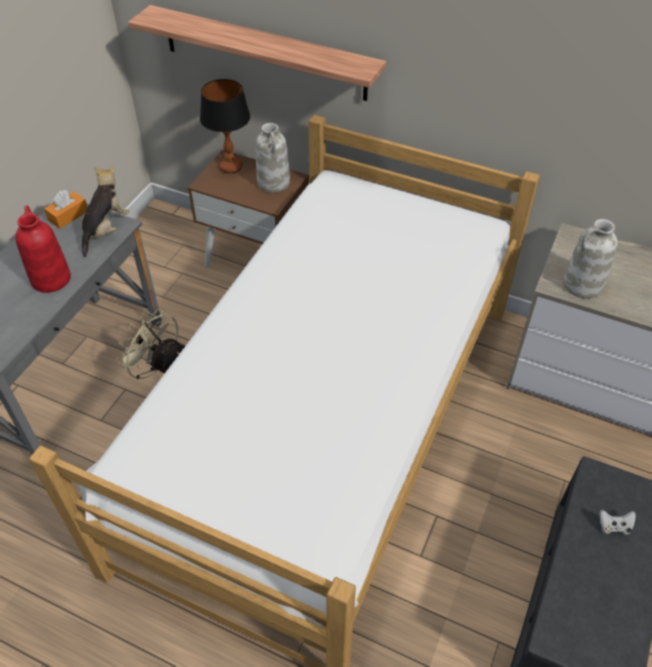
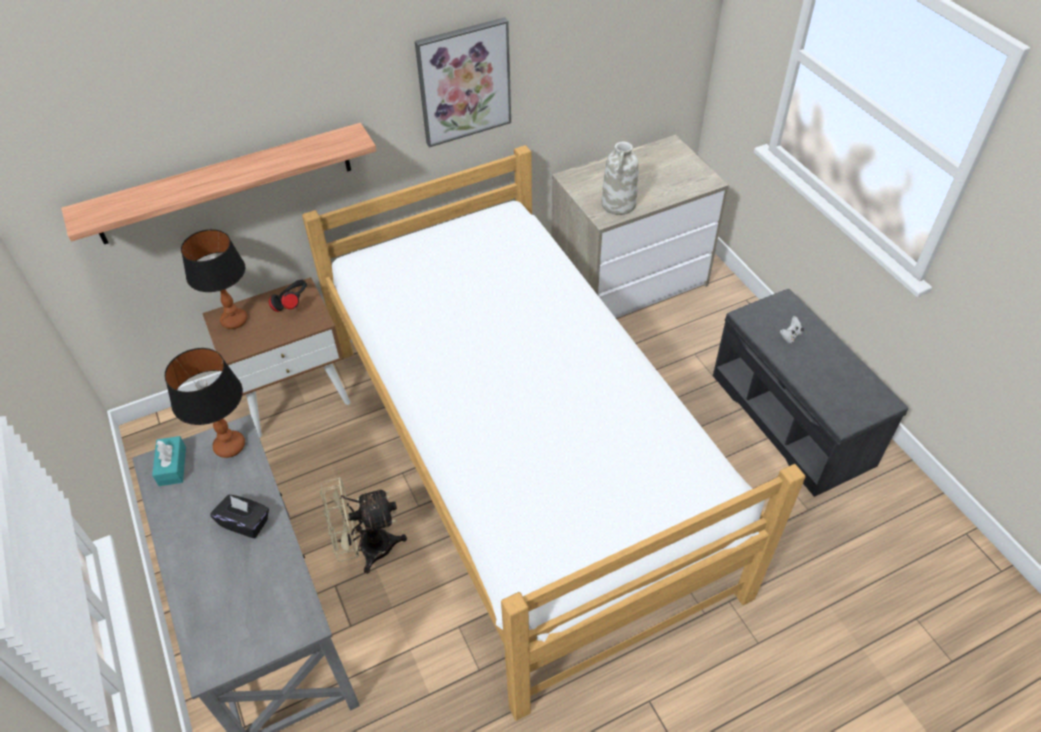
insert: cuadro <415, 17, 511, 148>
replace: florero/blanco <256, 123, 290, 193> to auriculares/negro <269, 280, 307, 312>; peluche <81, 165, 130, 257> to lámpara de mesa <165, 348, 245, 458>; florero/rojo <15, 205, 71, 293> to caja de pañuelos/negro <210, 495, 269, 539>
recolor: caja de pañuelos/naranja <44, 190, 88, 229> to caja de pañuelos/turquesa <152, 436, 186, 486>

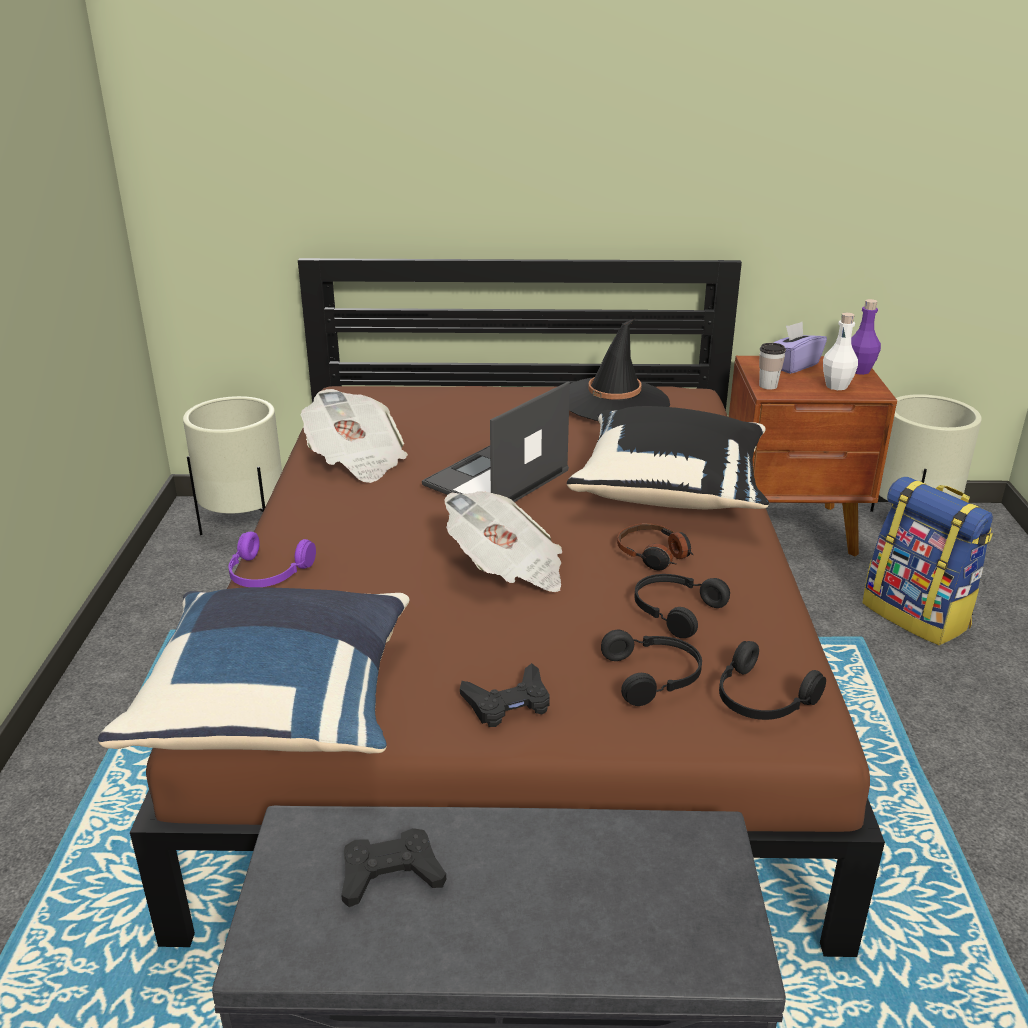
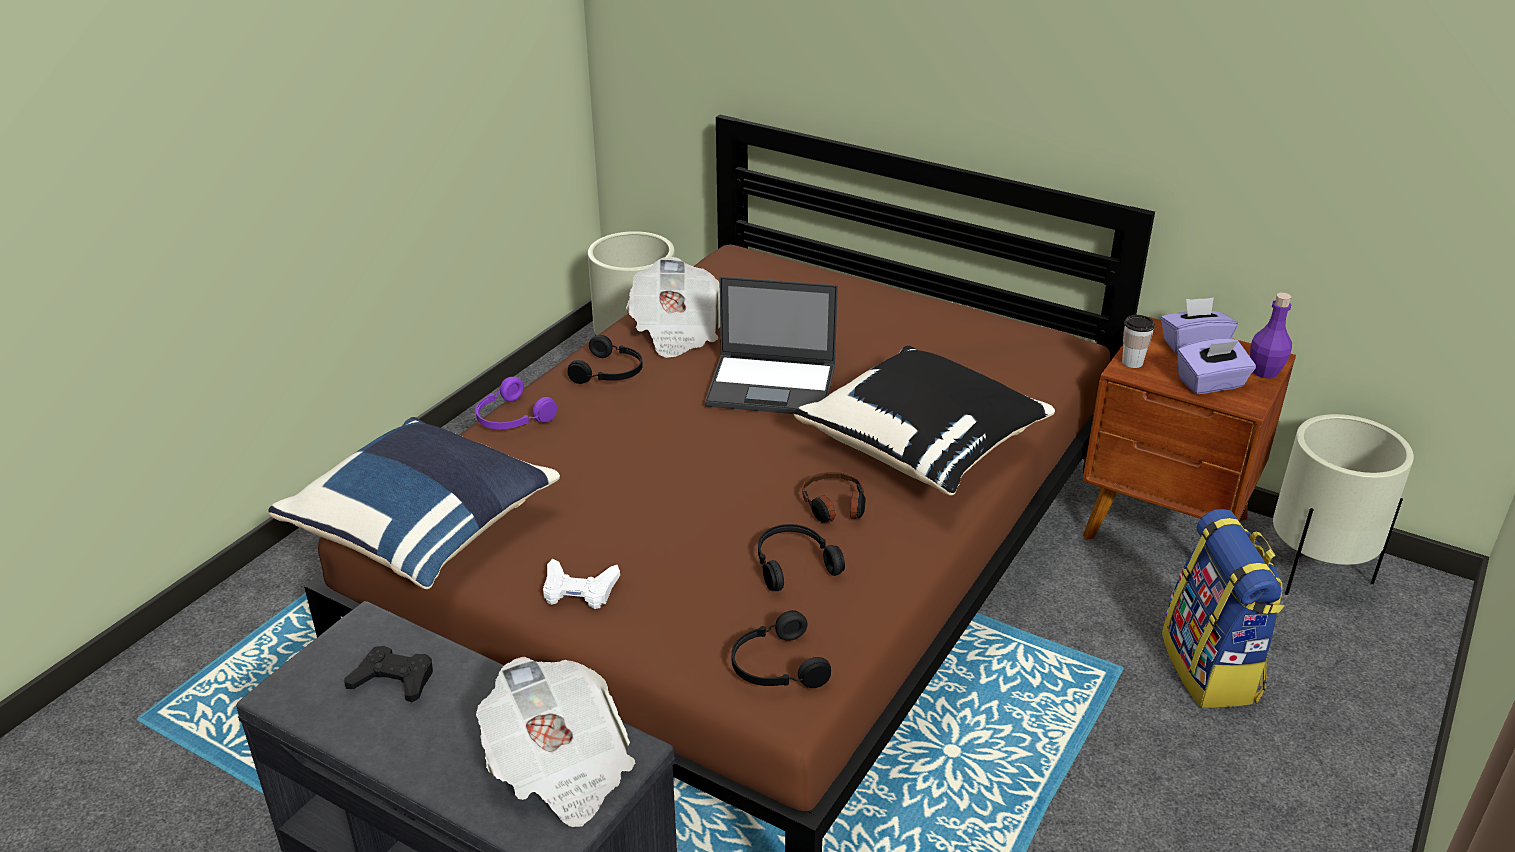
delete: sombrero/negro <569, 318, 670, 421>
move: periódico <444, 491, 562, 592> to <476, 657, 635, 827>; auriculares/negro <601, 630, 702, 706> to <568, 335, 643, 384>
replace: botella/blanco <823, 313, 858, 390> to caja de pañuelos/morado <1177, 338, 1256, 394>
recolor: mando de consola/negro <460, 663, 550, 727> to mando de consola/blanco <543, 559, 620, 609>
rotate: portátil <422, 382, 570, 502> = <704, 276, 838, 414> 150 degrees counterclockwise

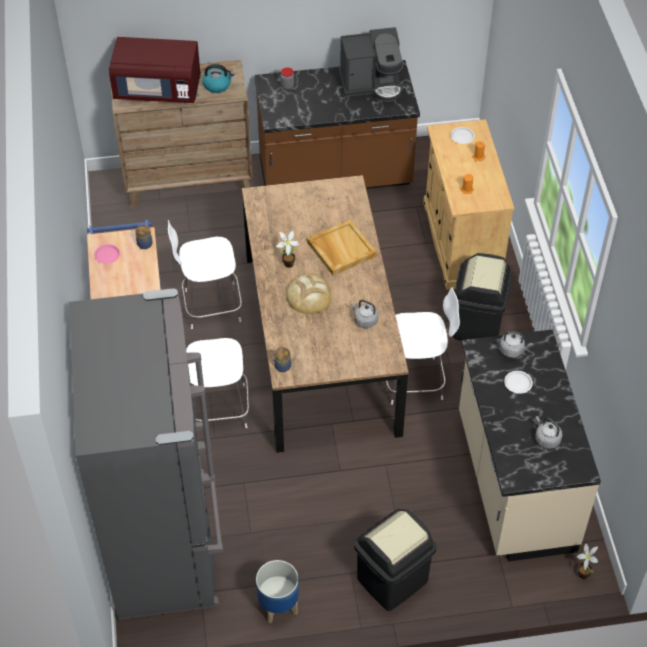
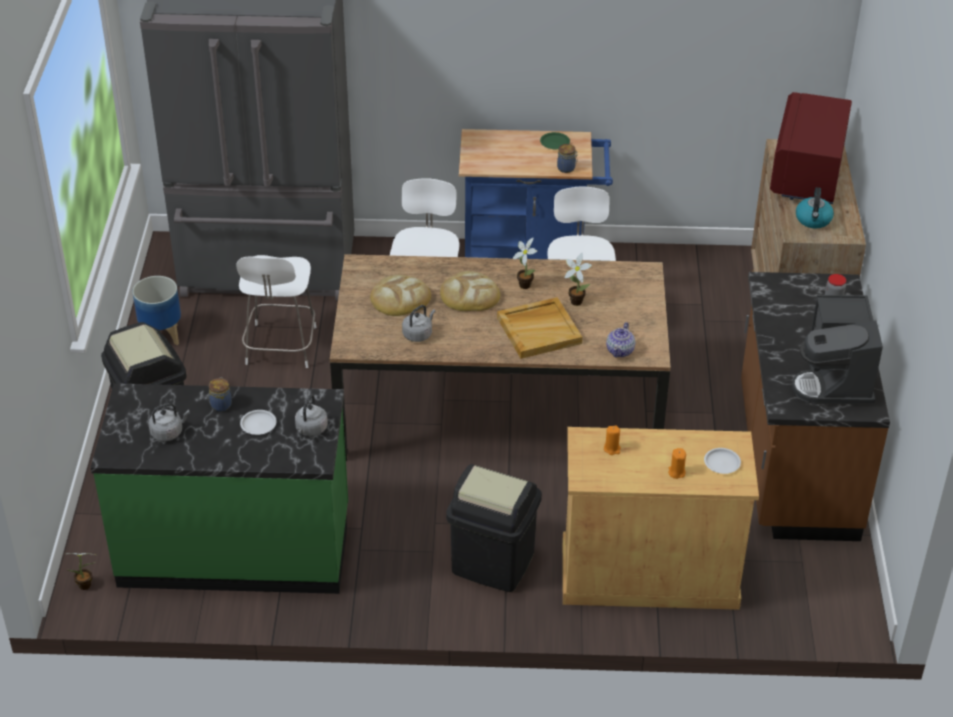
insert: planta en maceta <565, 253, 592, 306>; pan <370, 275, 431, 316>; tetera <606, 322, 635, 358>
move: silla/blanco <386, 287, 460, 405> to <236, 255, 317, 368>; tarro <273, 347, 291, 372> to <209, 378, 232, 412>
recolor: plato/rosa <94, 244, 120, 264> to plato/verde <540, 132, 570, 149>; mueble bajo de cocina/beis <459, 329, 601, 561> to mueble bajo de cocina/verde <90, 383, 348, 594>

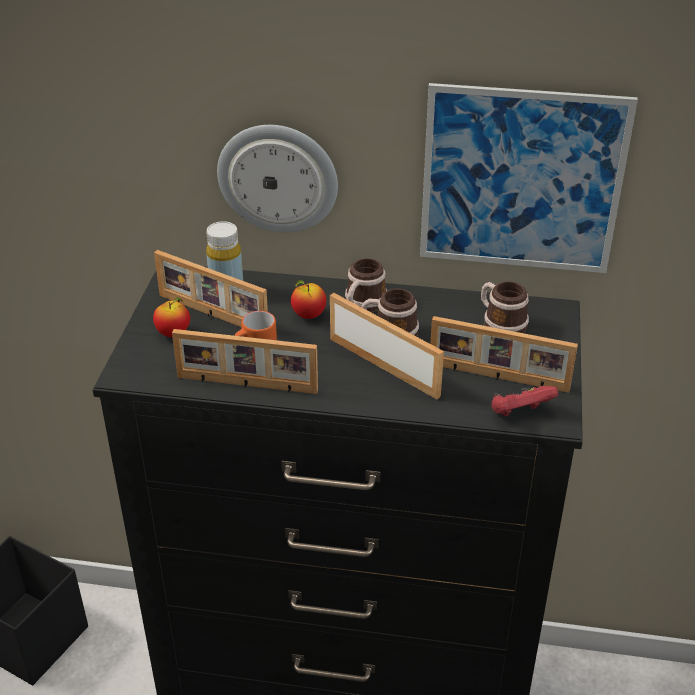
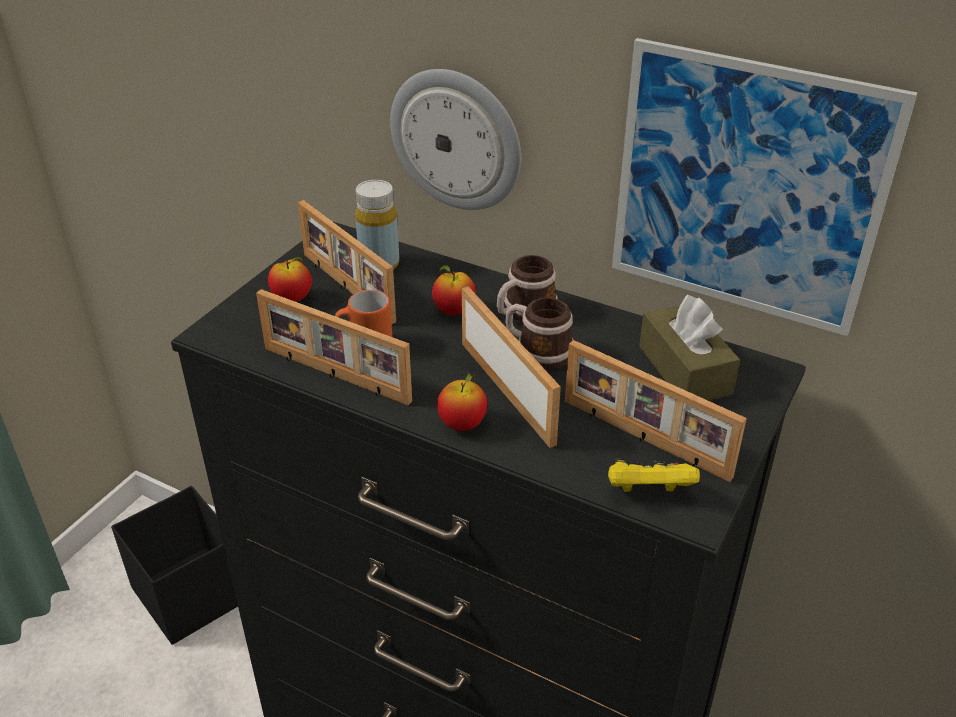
insert: manzana <437, 373, 487, 431>
replace: taza grande <481, 281, 529, 333> to caja de pañuelos/marrón <639, 295, 740, 400>
recolor: mando de consola/rojo <491, 386, 558, 417> to mando de consola/amarillo <608, 457, 700, 492>

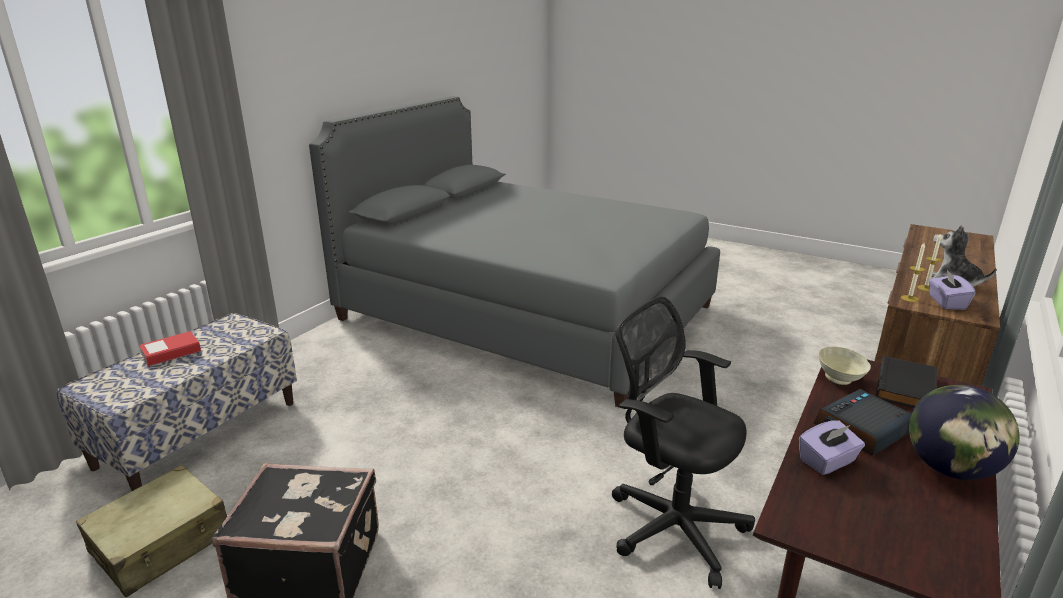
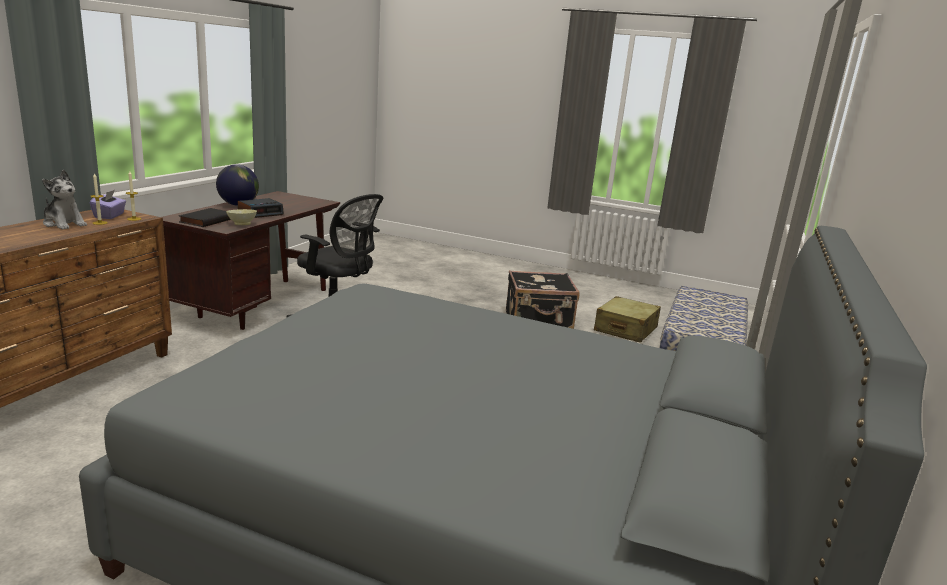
delete: libro <139, 331, 201, 366>; caja de pañuelos/morado <799, 420, 865, 475>

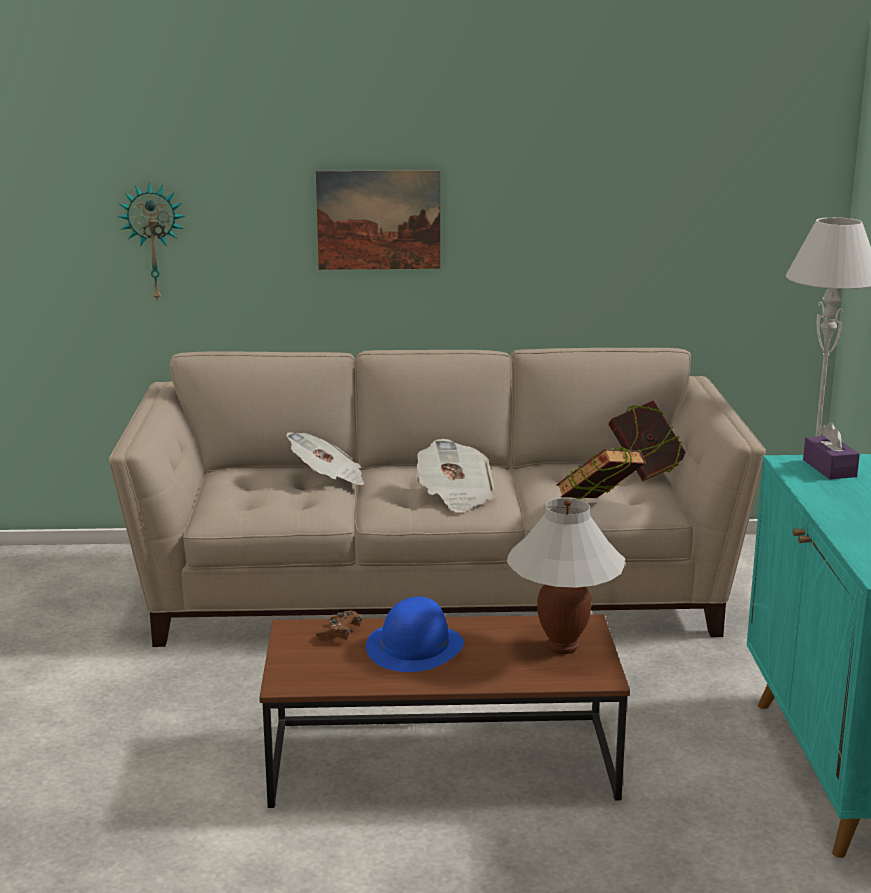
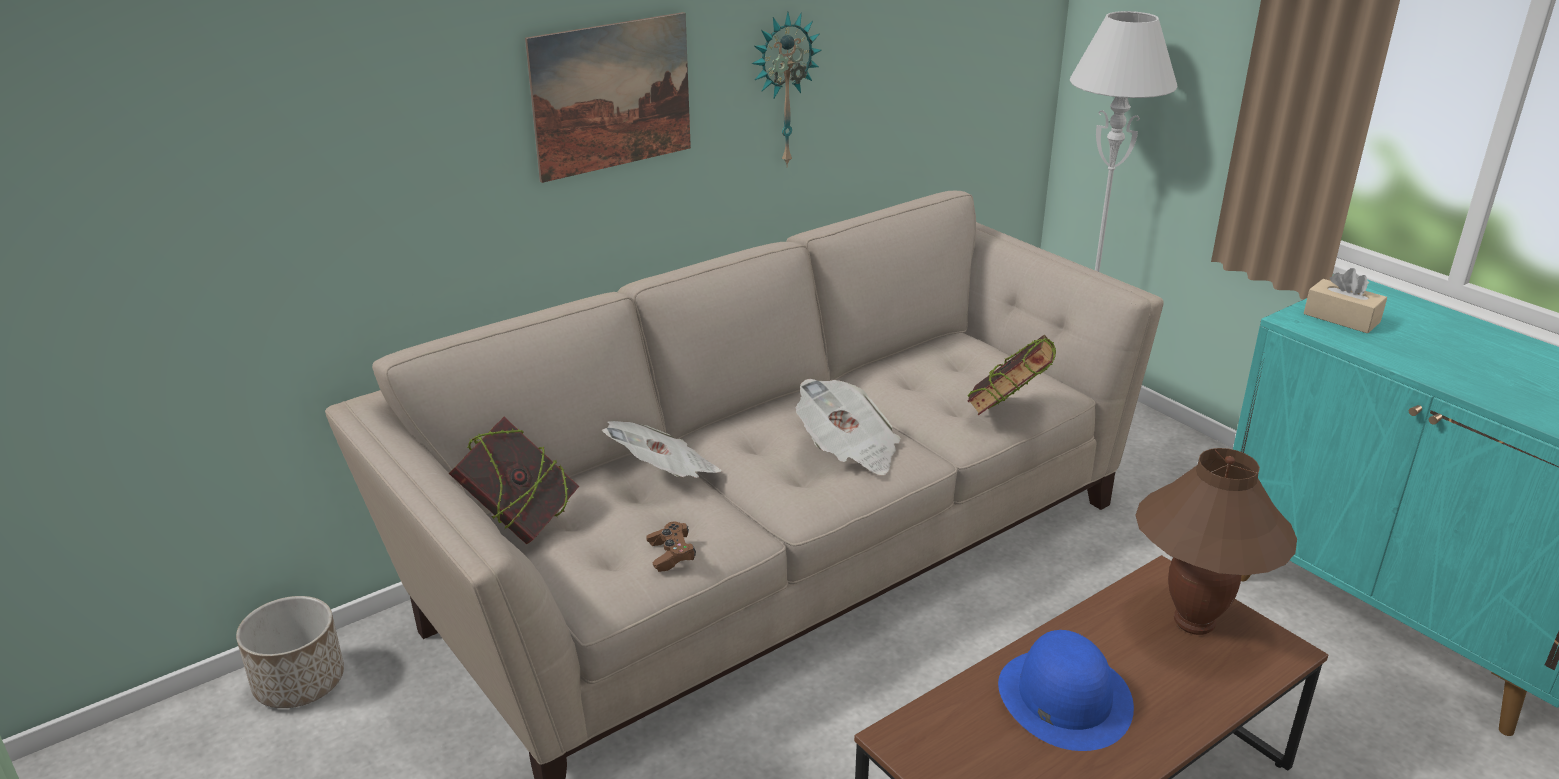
insert: maceta <236, 596, 344, 708>
move: reloj de pared <117, 182, 185, 303> to <752, 12, 822, 165>; libro <608, 400, 686, 481> to <449, 417, 579, 544>; mando de consola/marrón <316, 611, 362, 642> to <646, 522, 696, 572>
recolor: caja de pañuelos/morado <803, 422, 860, 479> to caja de pañuelos/beis <1304, 268, 1387, 333>; lámpara de mesa/blanco <506, 498, 625, 654> to lámpara de mesa/marrón <1135, 448, 1297, 635>

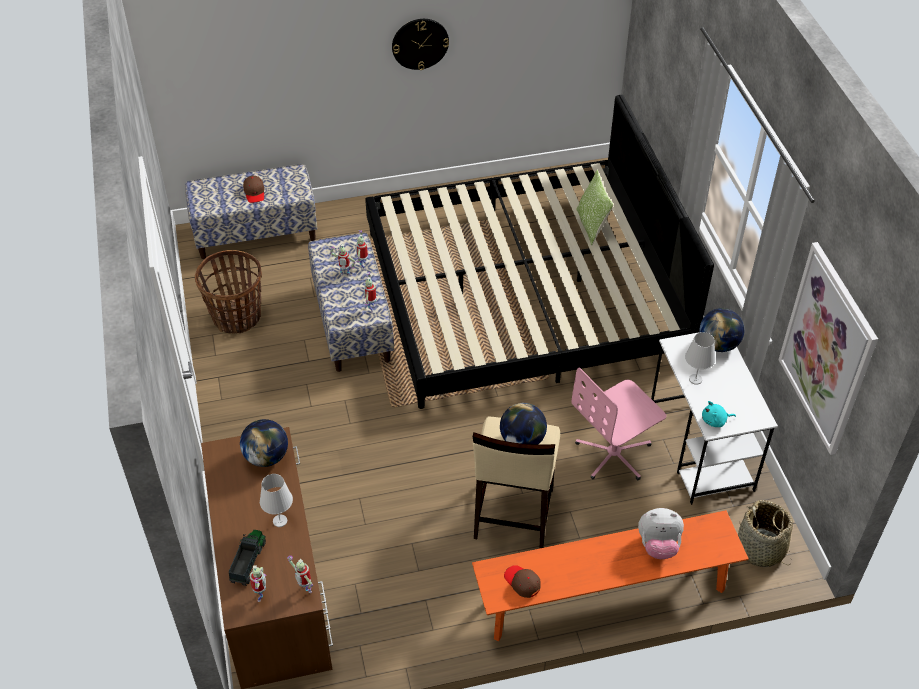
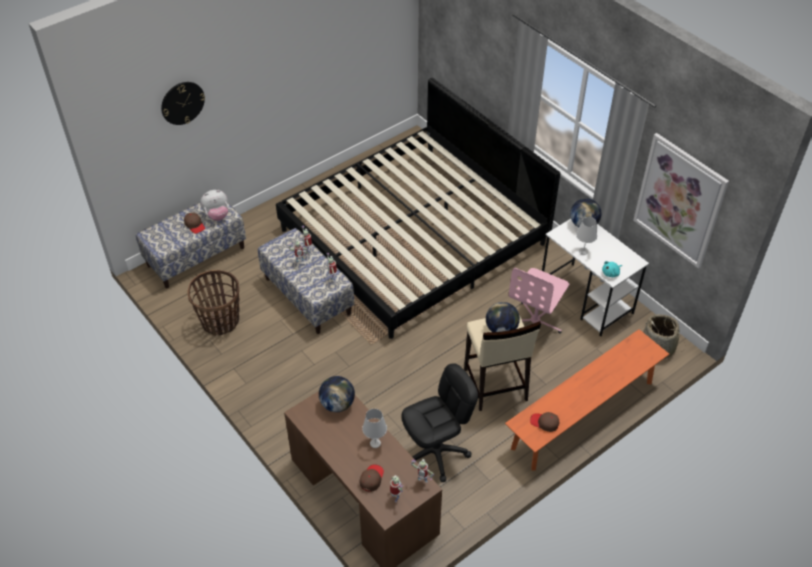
delete: cojín <576, 170, 614, 245>
insert: silla de oficina/negro <401, 363, 478, 482>
move: reloj de pared <392, 19, 449, 70> to <161, 82, 205, 125>; peluche <638, 508, 684, 559> to <200, 190, 228, 221>
replace: camión de juguete <229, 530, 266, 586> to gorra/marrón <360, 464, 384, 492>

